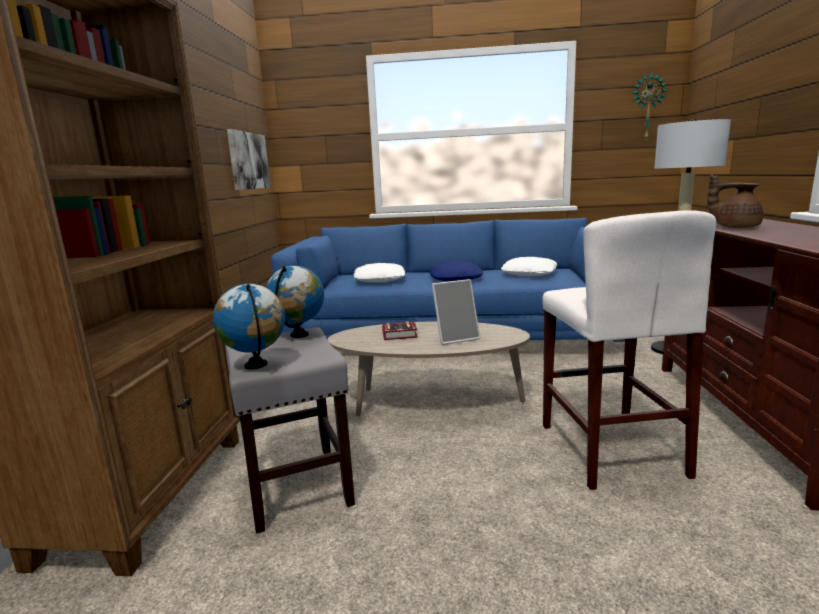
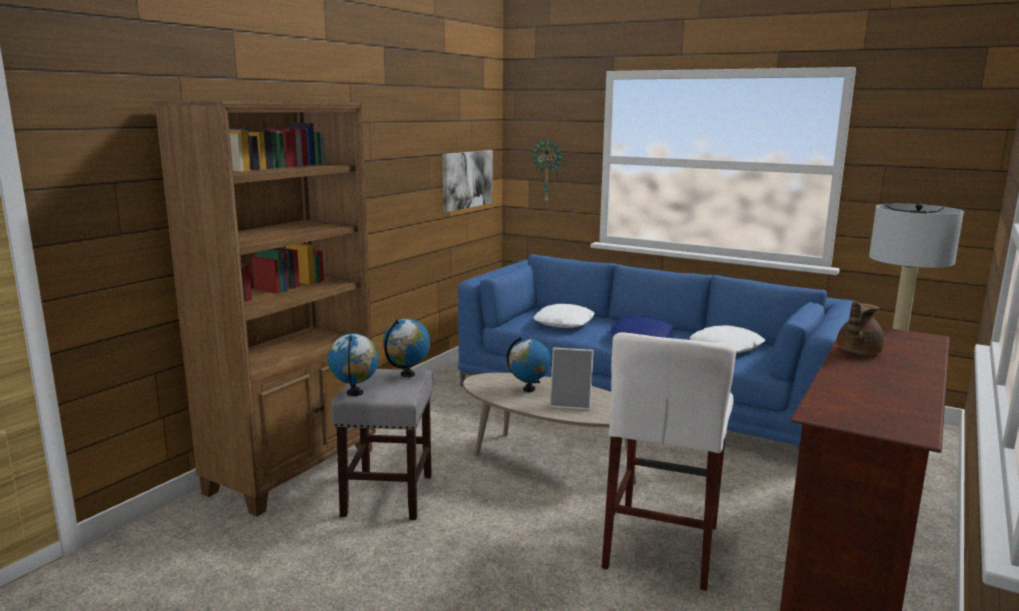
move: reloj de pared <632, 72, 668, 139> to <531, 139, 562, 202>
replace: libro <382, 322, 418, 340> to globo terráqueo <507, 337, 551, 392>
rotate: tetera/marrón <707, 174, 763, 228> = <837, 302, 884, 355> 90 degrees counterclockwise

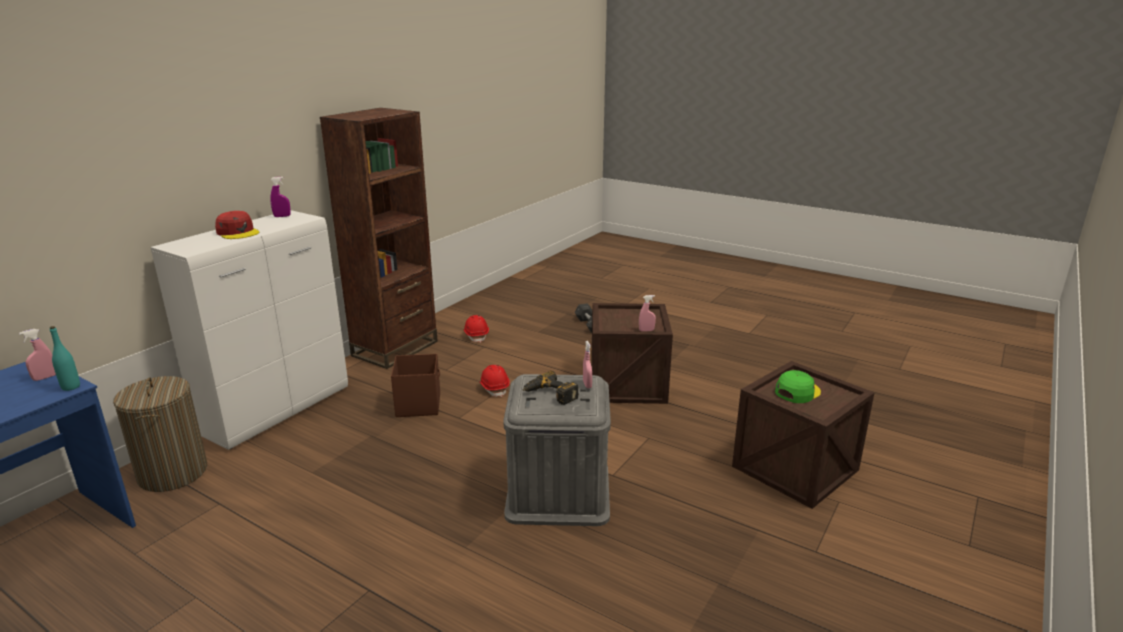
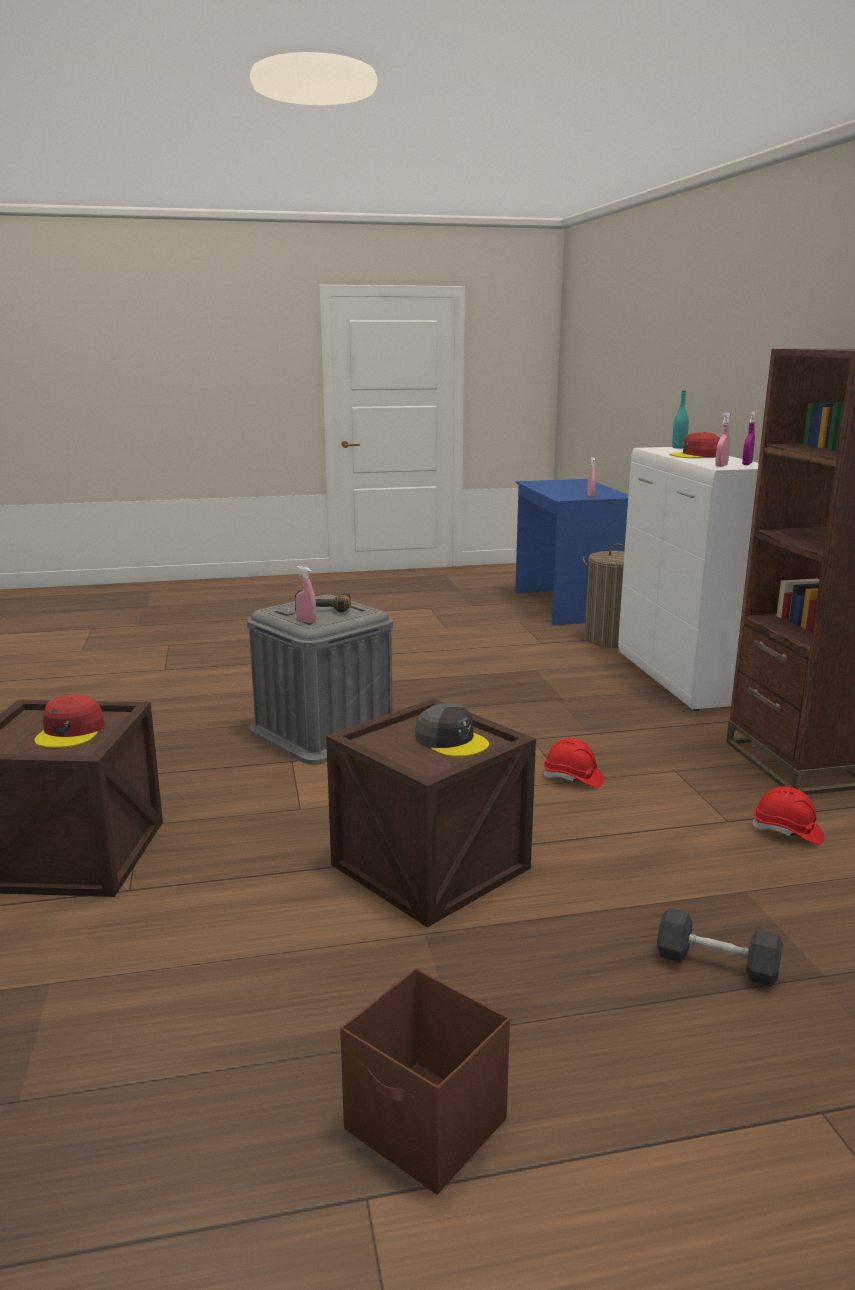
insert: gorra/gris <415, 703, 489, 757>
move: pulverizador/rosa <639, 295, 656, 331> to <715, 412, 730, 467>; botella/turquesa <50, 326, 80, 391> to <672, 391, 689, 449>; caja de almacenaje/marrón <391, 354, 440, 417> to <340, 968, 510, 1194>
recolor: gorra/verde <775, 370, 821, 403> to gorra/rojo <35, 695, 104, 748>

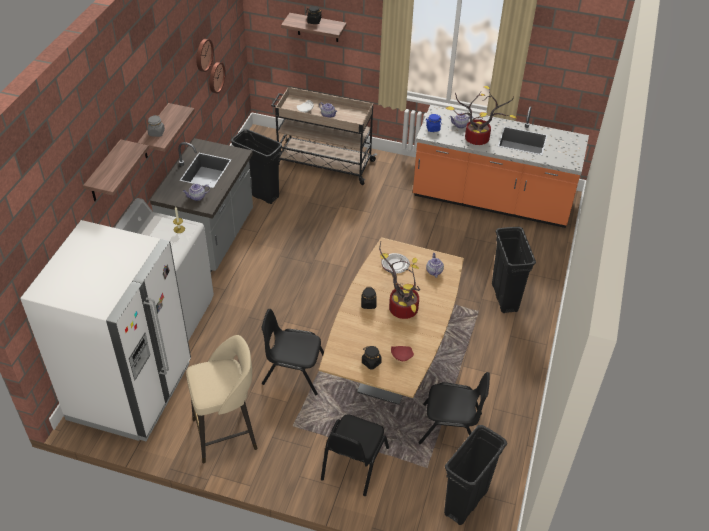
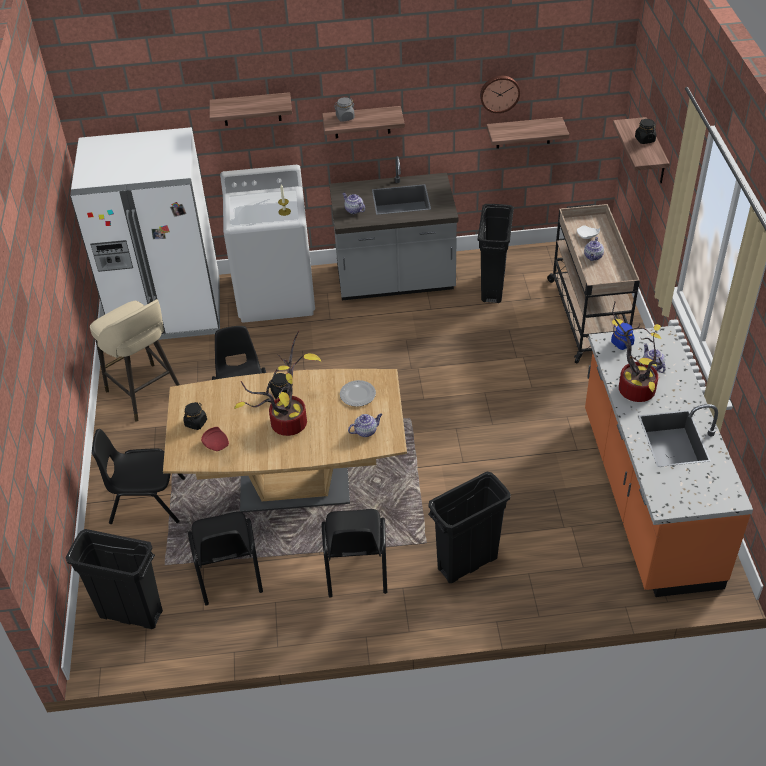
insert: silla/negro <322, 509, 387, 597>
replace: reloj de pared <209, 62, 226, 94> to estante <486, 117, 569, 149>

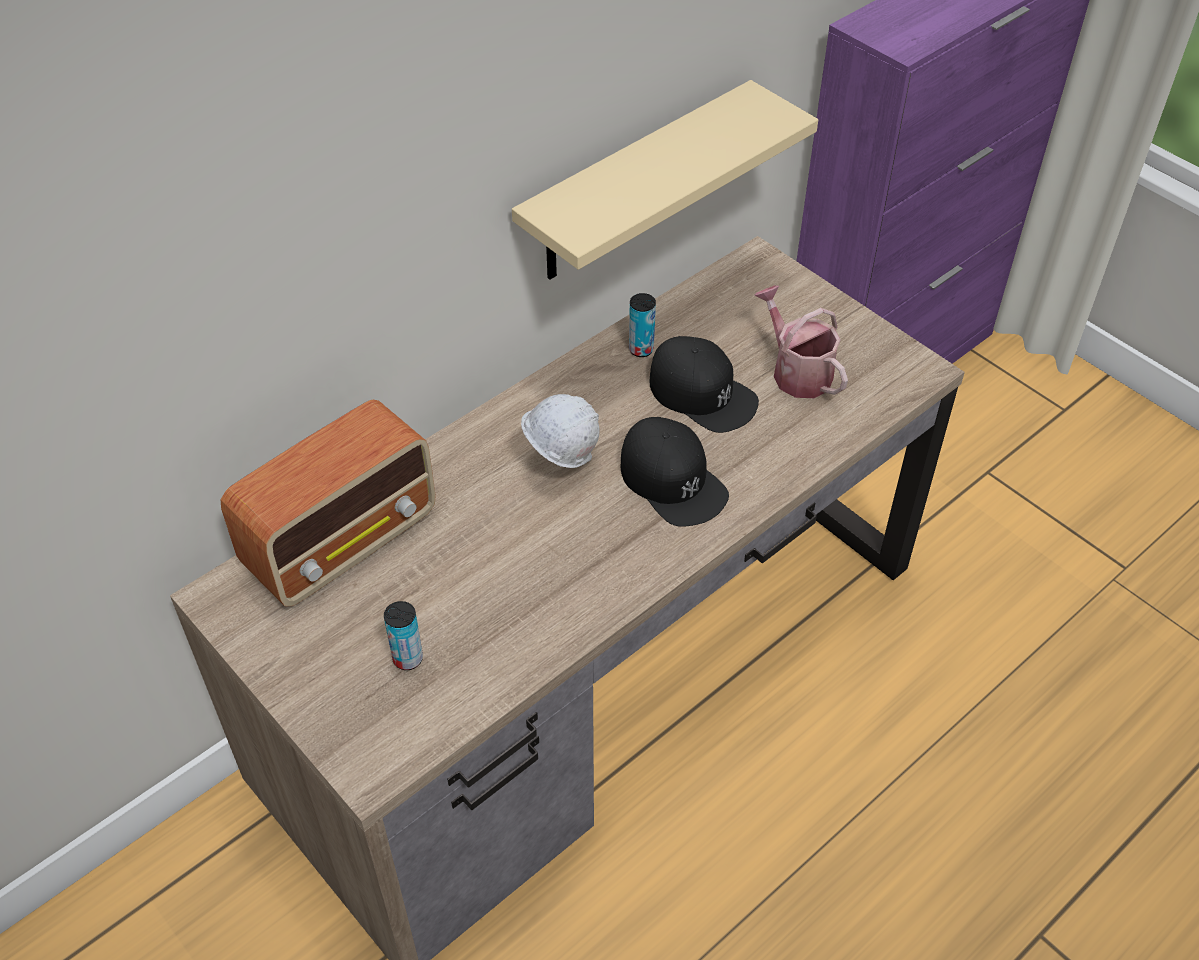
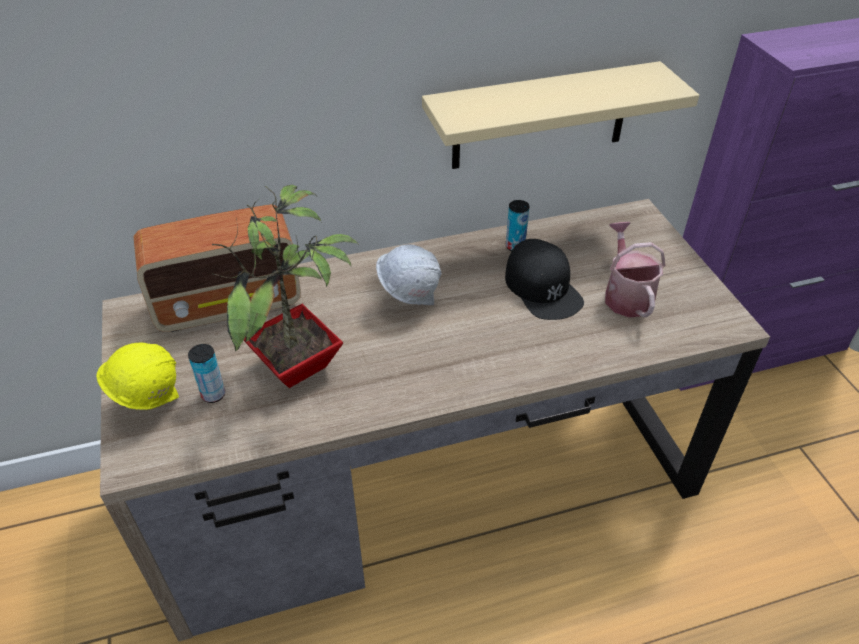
delete: gorra/negro <621, 417, 729, 527>
insert: planta en maceta <212, 185, 359, 388>; casco/amarillo <96, 343, 179, 410>

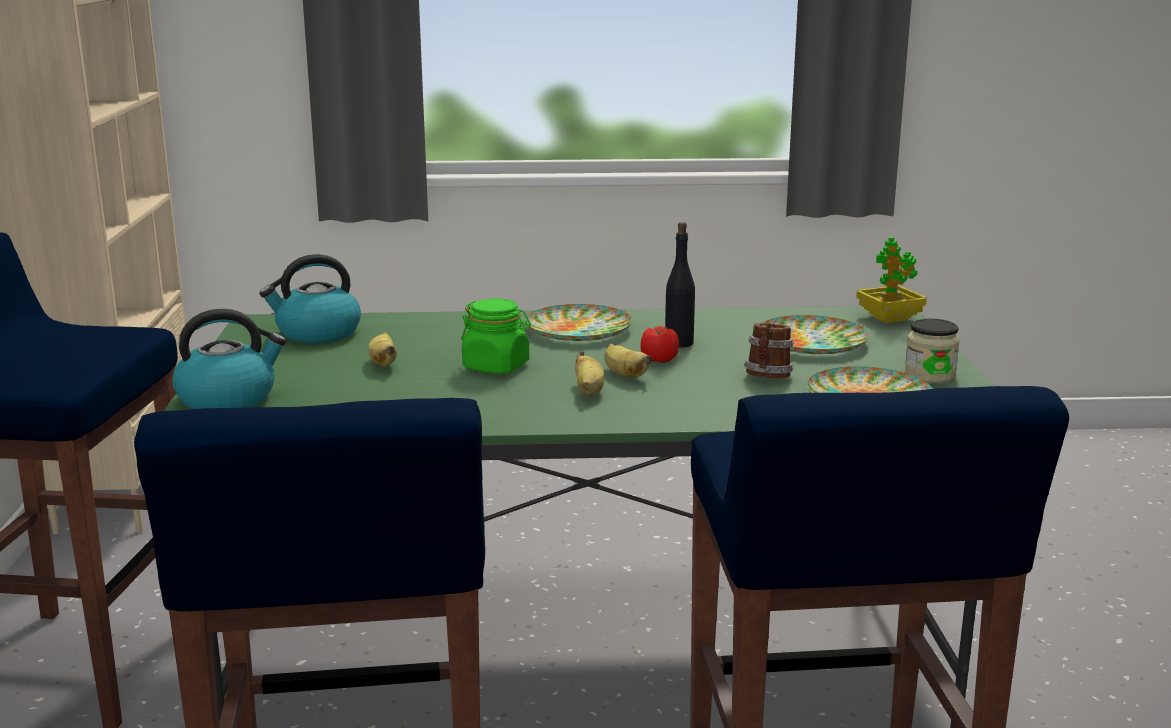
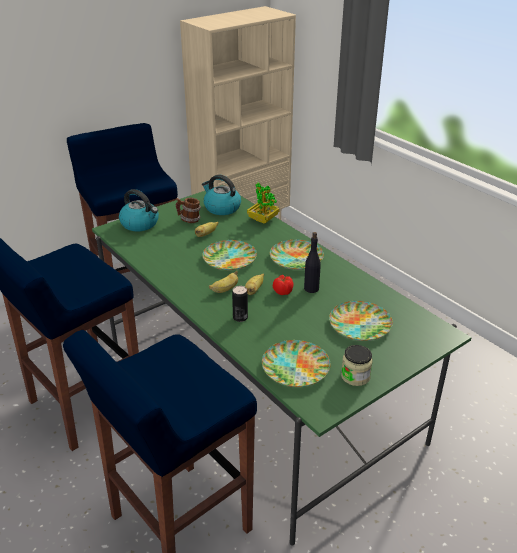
insert: lata <232, 286, 248, 322>
move: planta en maceta <856, 237, 927, 323> to <247, 183, 280, 224>; taza grande <744, 323, 794, 378> to <176, 198, 201, 223>
replace: tarro/verde <461, 299, 531, 374> to plato <202, 240, 257, 270>

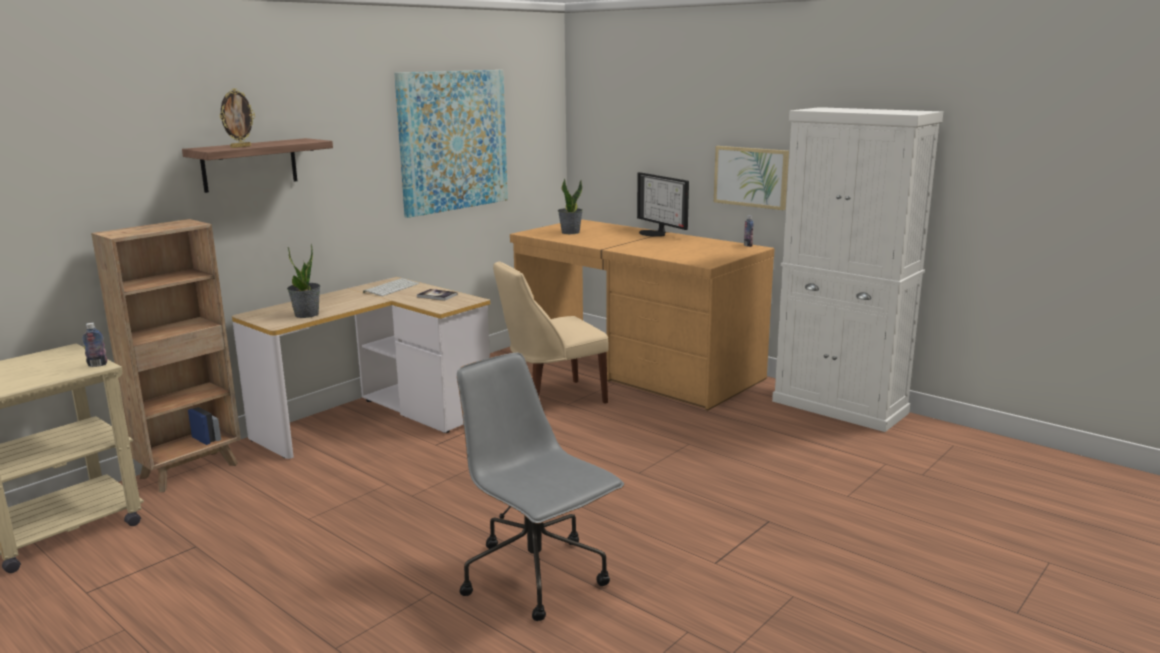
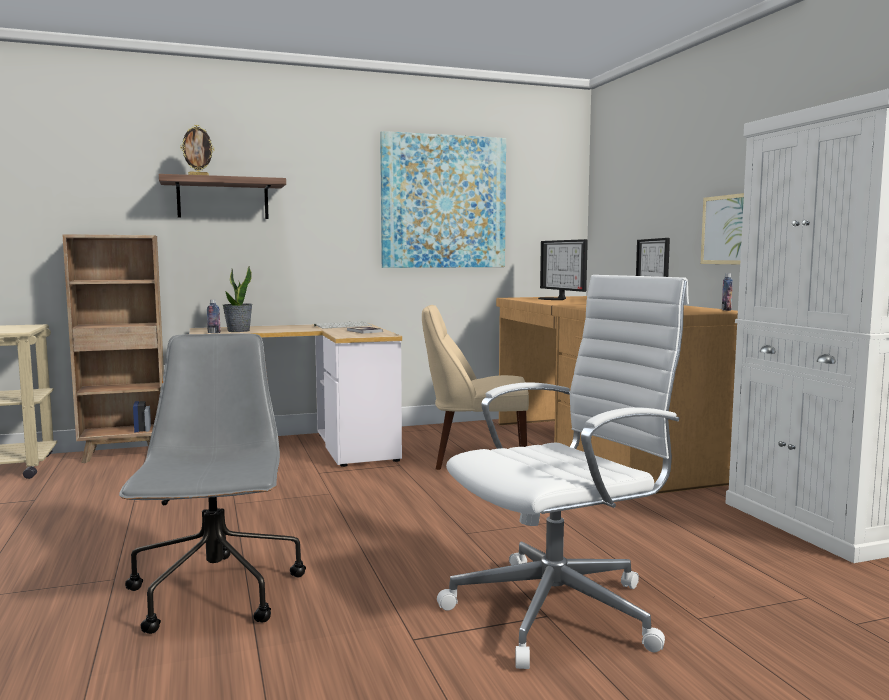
insert: silla de oficina/blanco <437, 275, 689, 669>
move: botella <82, 323, 107, 367> to <207, 299, 221, 333>
replace: planta en maceta <558, 178, 583, 234> to monitor <538, 239, 588, 300>

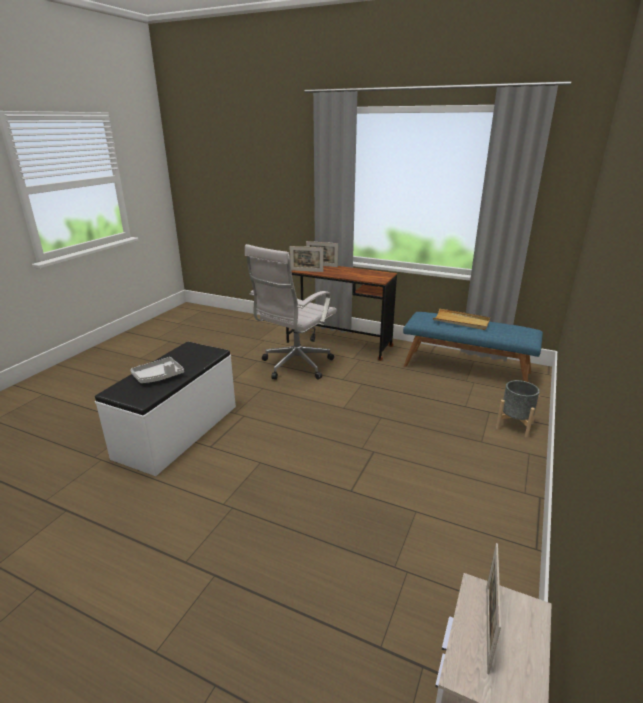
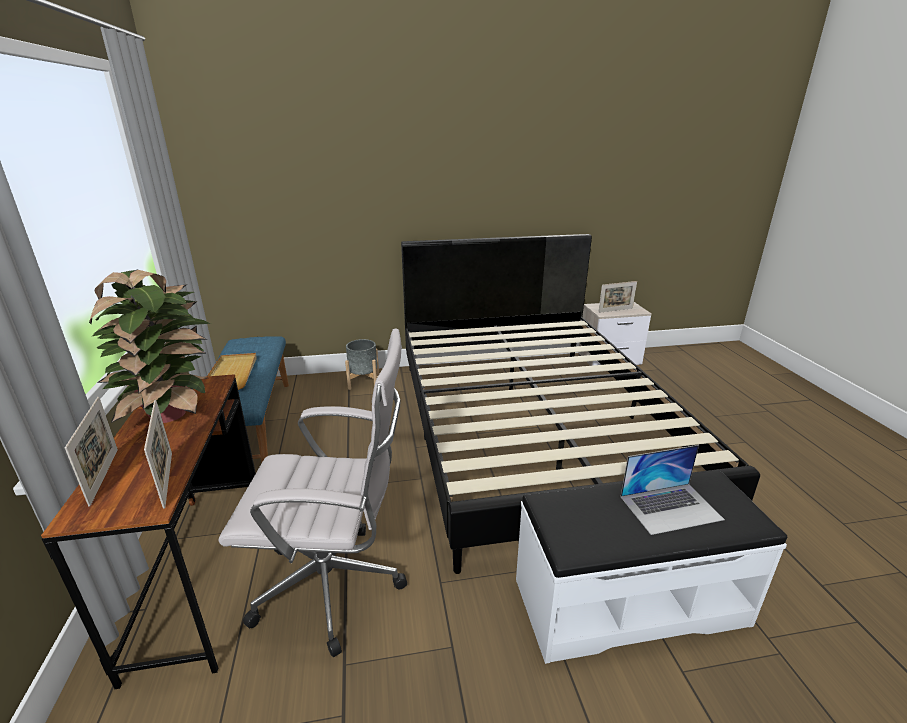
insert: cama/negro <401, 234, 760, 574>; planta en maceta <89, 270, 211, 423>
replace: bandeja/gris <130, 357, 184, 383> to portátil <620, 445, 725, 535>

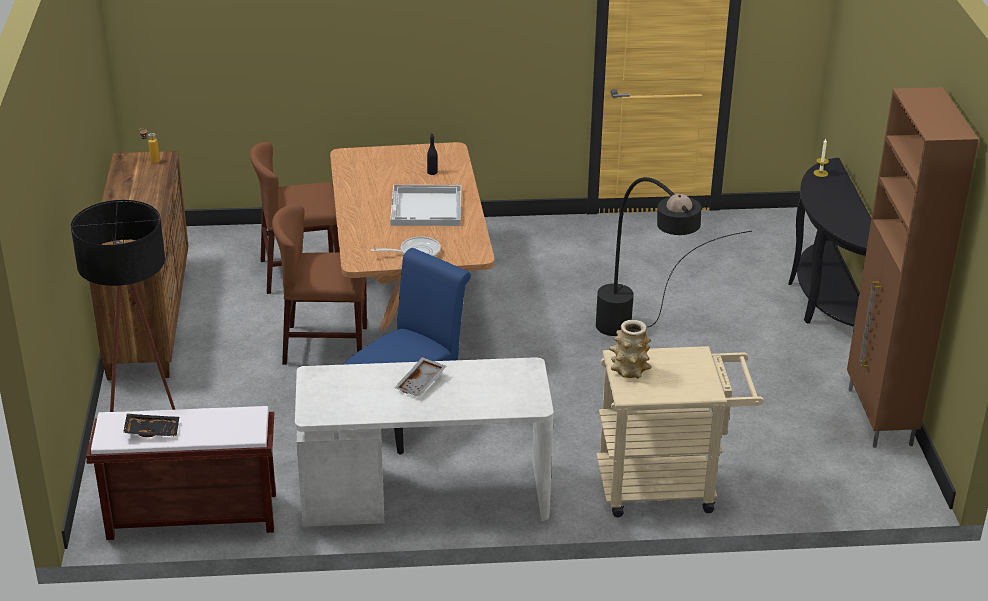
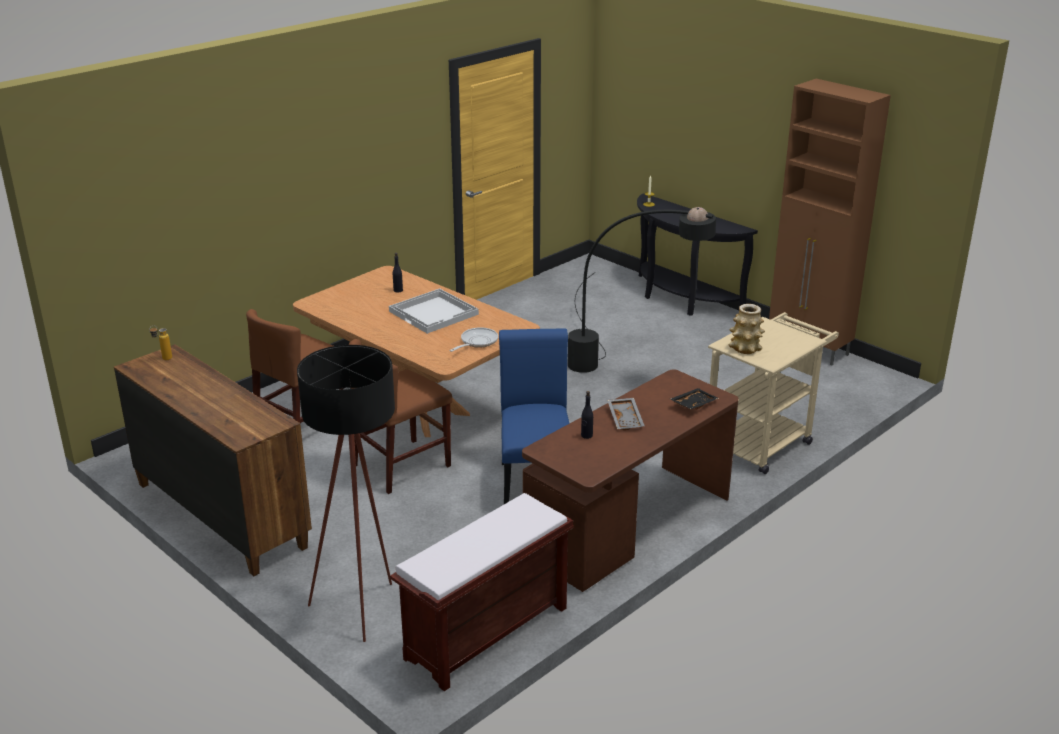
insert: botella/negro <581, 391, 593, 439>
move: bandeja/negro <123, 413, 179, 437> to <670, 388, 719, 410>
recolor: escritorio/blanco <295, 357, 554, 527> to escritorio/marrón <522, 369, 739, 592>

